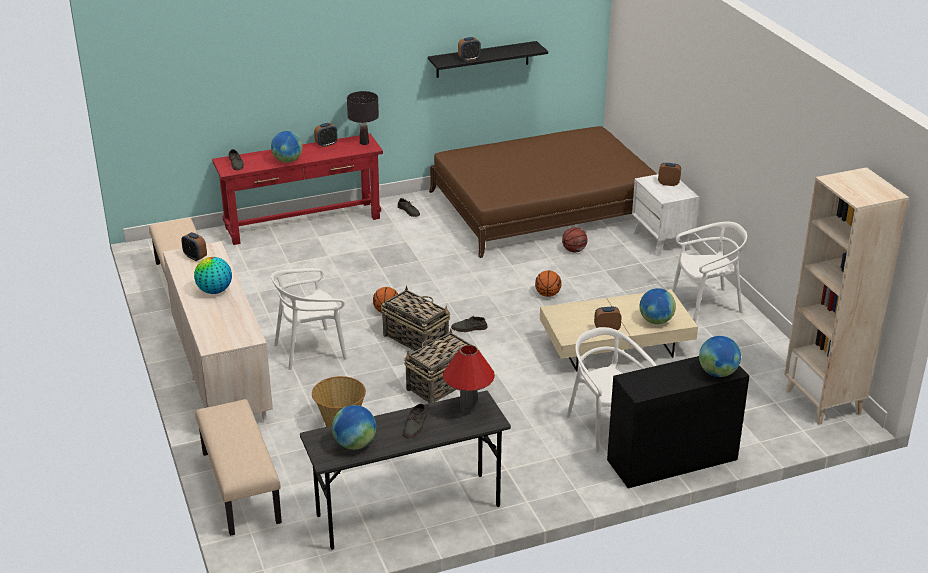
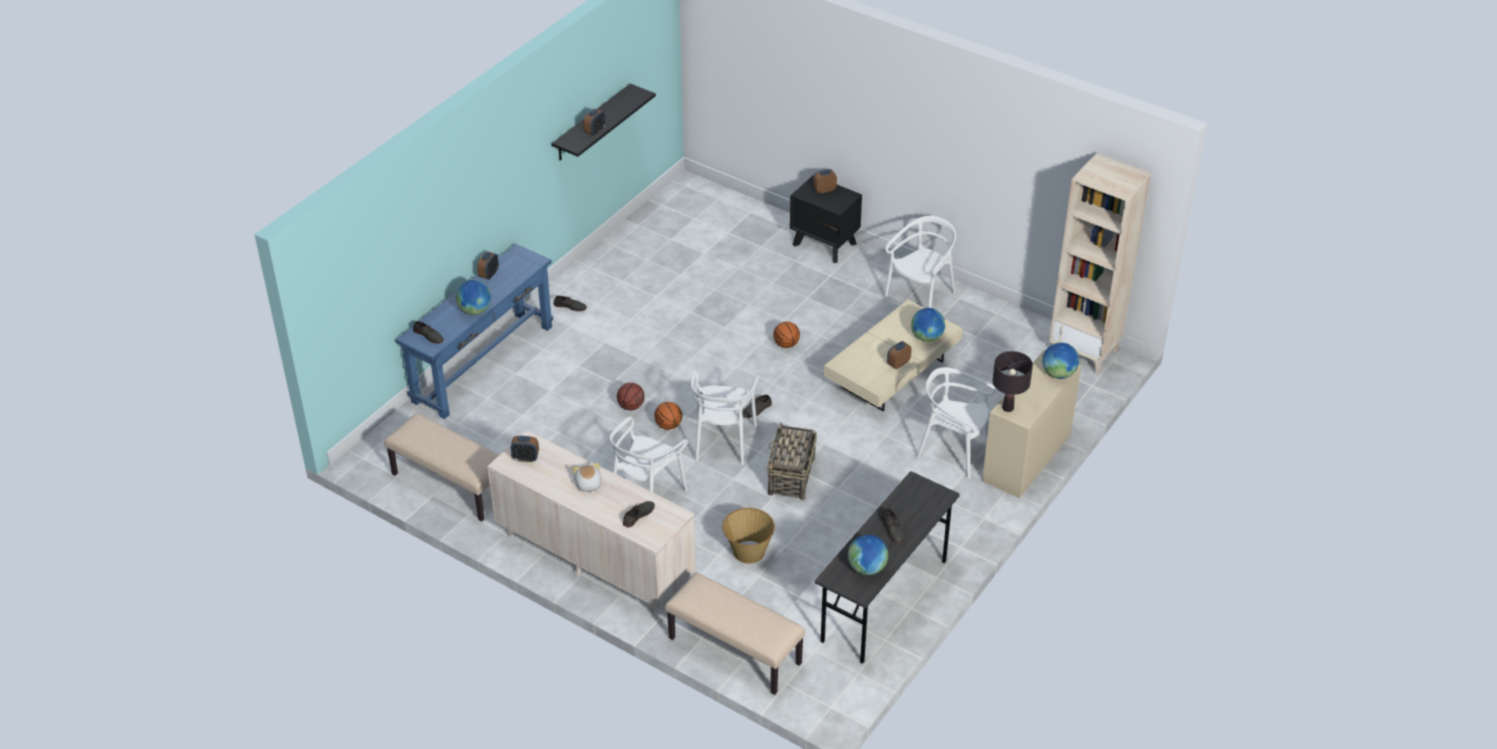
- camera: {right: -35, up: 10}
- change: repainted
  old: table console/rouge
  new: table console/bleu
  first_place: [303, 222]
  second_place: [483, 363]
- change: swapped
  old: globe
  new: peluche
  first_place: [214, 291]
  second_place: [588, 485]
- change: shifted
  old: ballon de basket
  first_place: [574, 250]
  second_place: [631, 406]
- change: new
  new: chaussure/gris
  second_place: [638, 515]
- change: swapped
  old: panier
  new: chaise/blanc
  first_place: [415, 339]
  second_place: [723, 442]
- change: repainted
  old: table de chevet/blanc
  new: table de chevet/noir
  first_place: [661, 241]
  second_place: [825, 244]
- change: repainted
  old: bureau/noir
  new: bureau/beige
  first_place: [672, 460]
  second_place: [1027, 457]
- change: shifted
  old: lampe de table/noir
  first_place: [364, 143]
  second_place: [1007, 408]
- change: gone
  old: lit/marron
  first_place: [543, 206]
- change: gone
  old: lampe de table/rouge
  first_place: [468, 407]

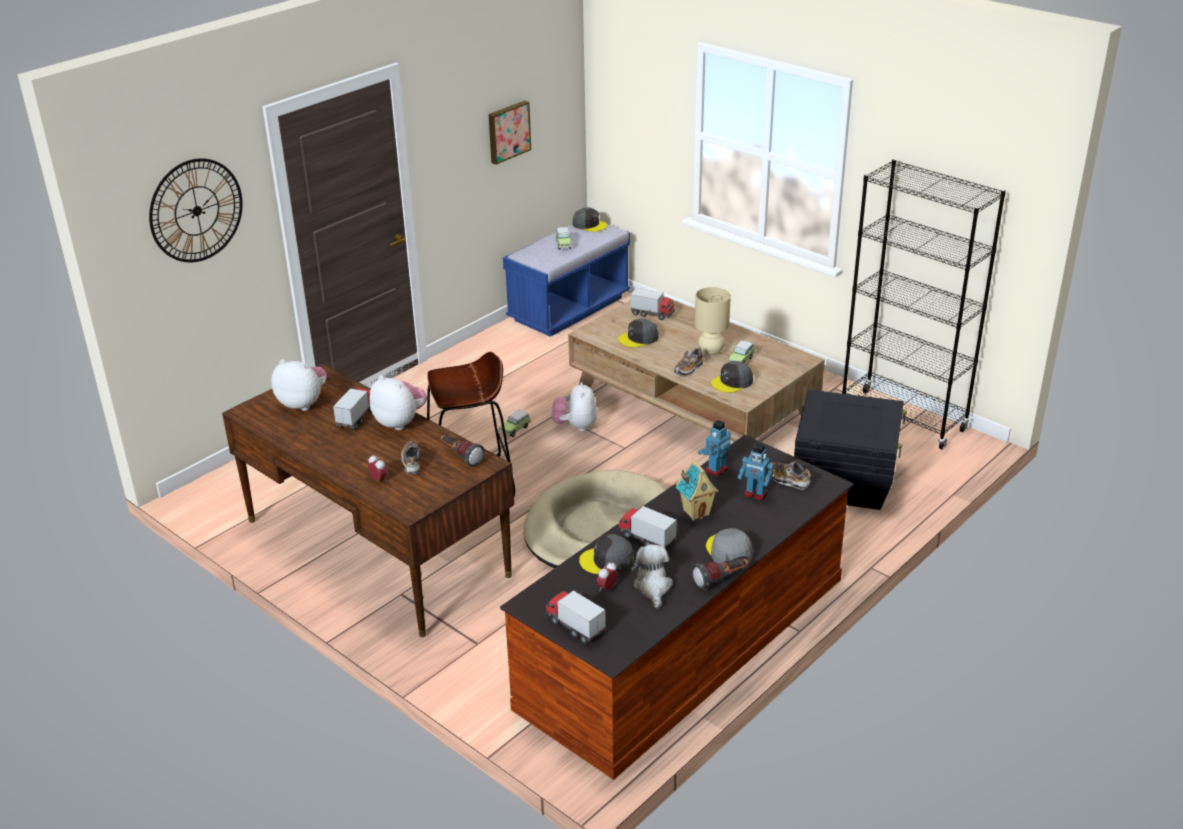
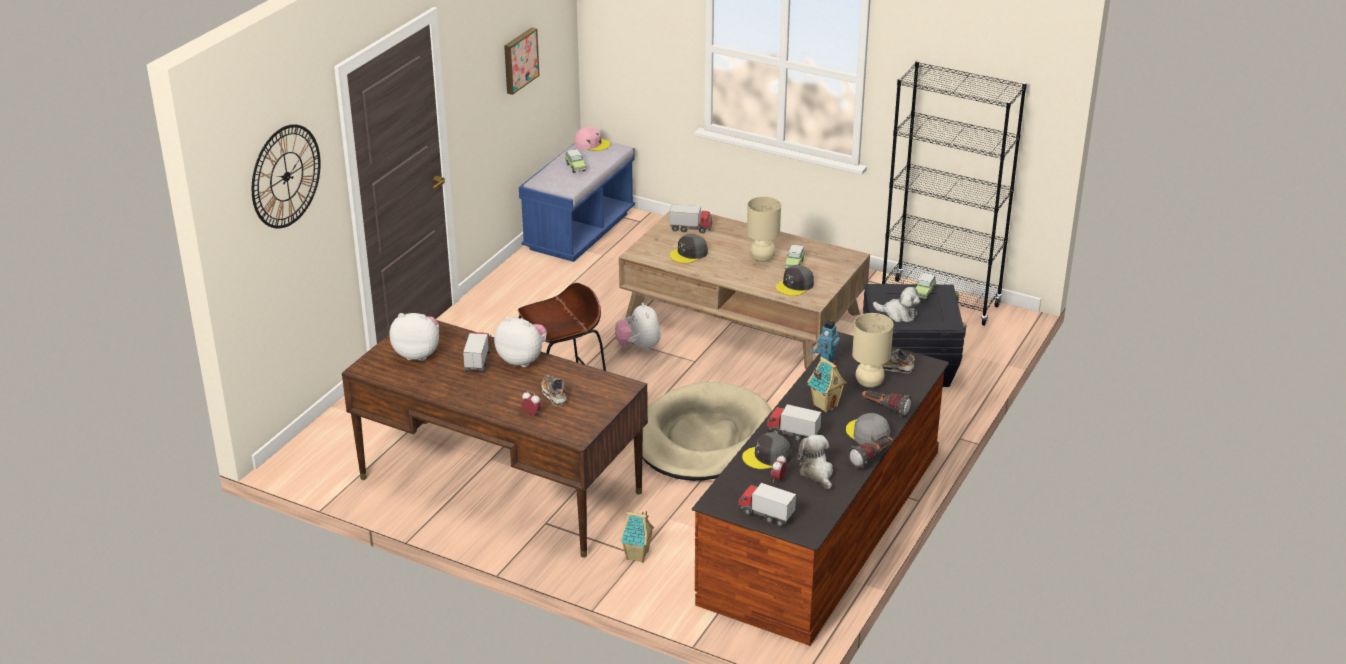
- camera: {right: -15, up: 0}
- change: repainted
  old: casquette/gris
  new: casquette/rose
  first_place: [589, 225]
  second_place: [592, 144]
- change: new
  new: maison miniature
  second_place: [638, 556]
- change: swapped
  old: robot jouet
  new: lampe de table/beige
  first_place: [755, 494]
  second_place: [869, 382]
- change: shifted
  old: lampe de poche
  first_place: [460, 457]
  second_place: [885, 409]
- change: new
  new: peluche
  second_place: [898, 314]
- change: shifted
  old: petite voiture
  first_place: [515, 429]
  second_place: [924, 292]
- change: gone
  old: chaussure
  first_place: [688, 369]

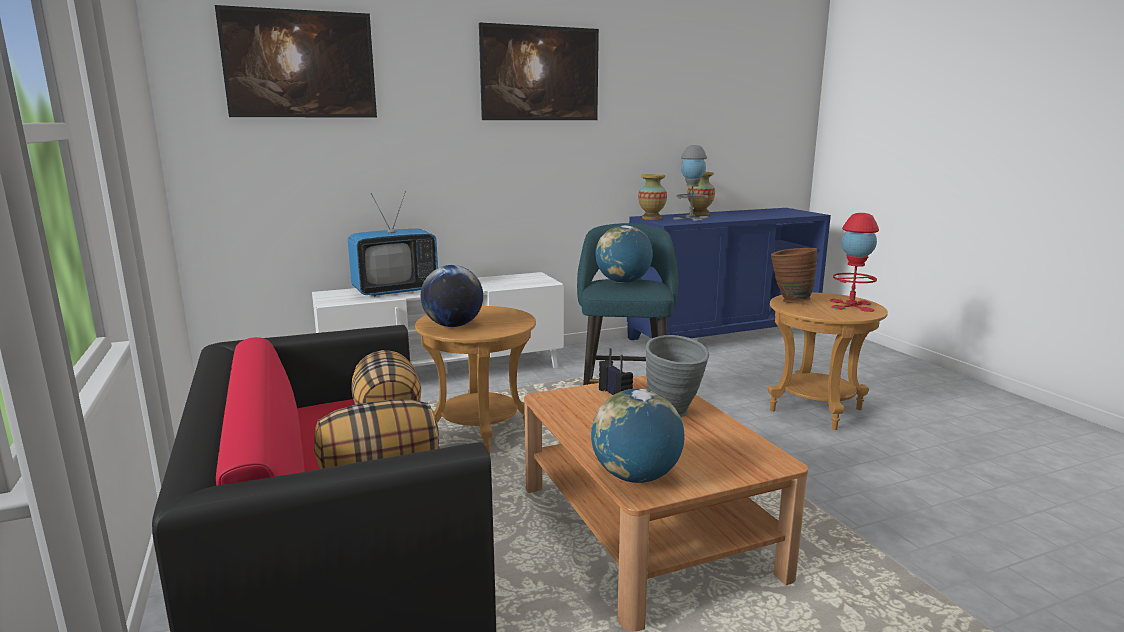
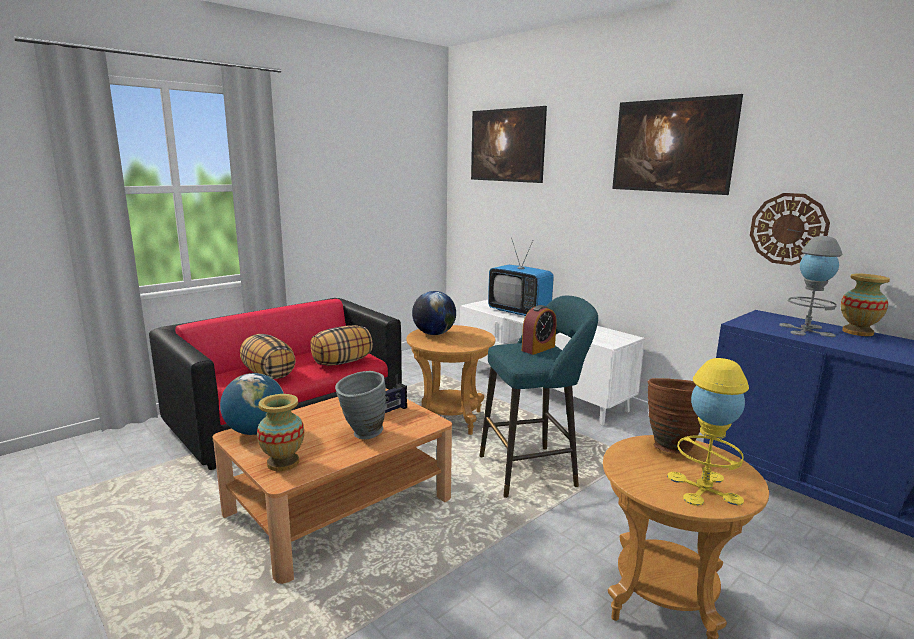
- camera: {right: 70, up: 0}
- change: shifted
  old: vase
  first_place: [651, 218]
  second_place: [283, 463]
- change: swapped
  old: globe
  new: réveil
  first_place: [623, 282]
  second_place: [538, 348]
- change: repainted
  old: lampe de table/rouge
  new: lampe de table/jaune
  first_place: [851, 305]
  second_place: [704, 488]
- change: new
  new: horloge murale
  second_place: [788, 229]

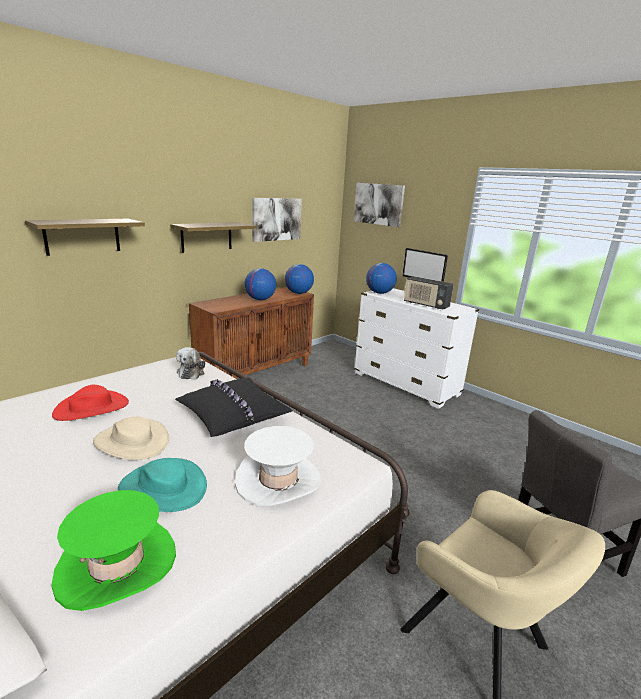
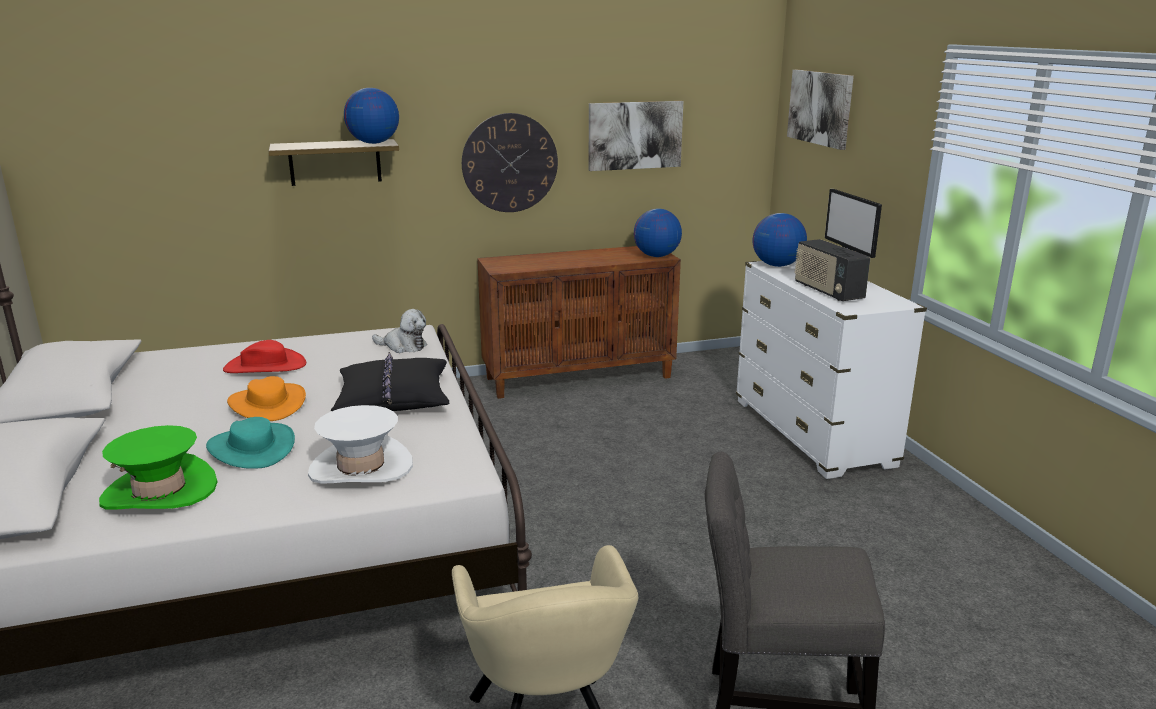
- camera: {right: 30, up: 0}
- change: repainted
  old: chapeau/beige
  new: chapeau/orange
  first_place: [132, 442]
  second_place: [268, 404]
- change: shifted
  old: globe
  first_place: [260, 299]
  second_place: [373, 143]
- change: rotated
  old: peluche
  first_place: [191, 372]
  second_place: [403, 346]
  degrees: -105
- change: swapped
  old: étagère
  new: horloge murale
  first_place: [206, 237]
  second_place: [510, 163]

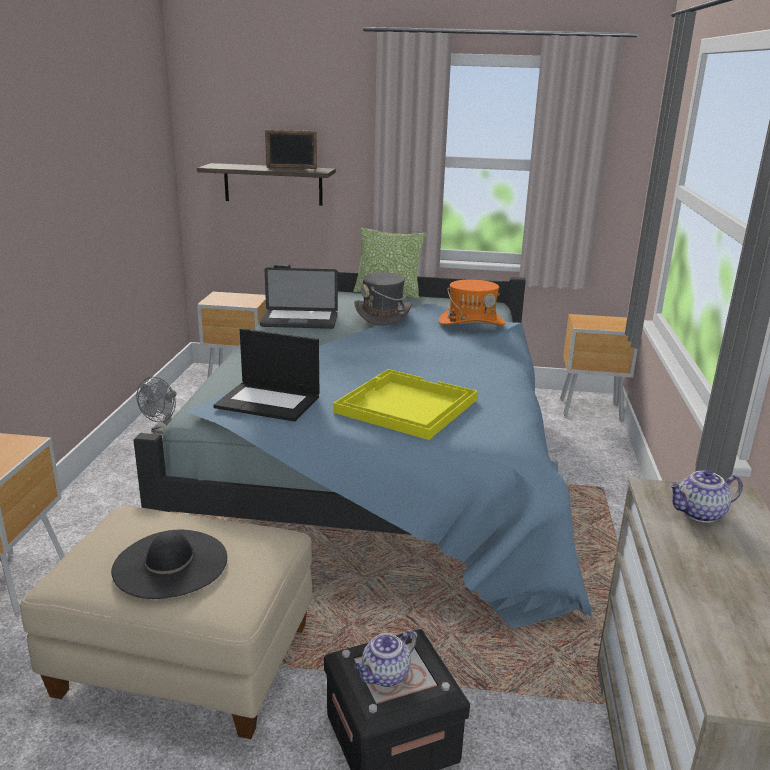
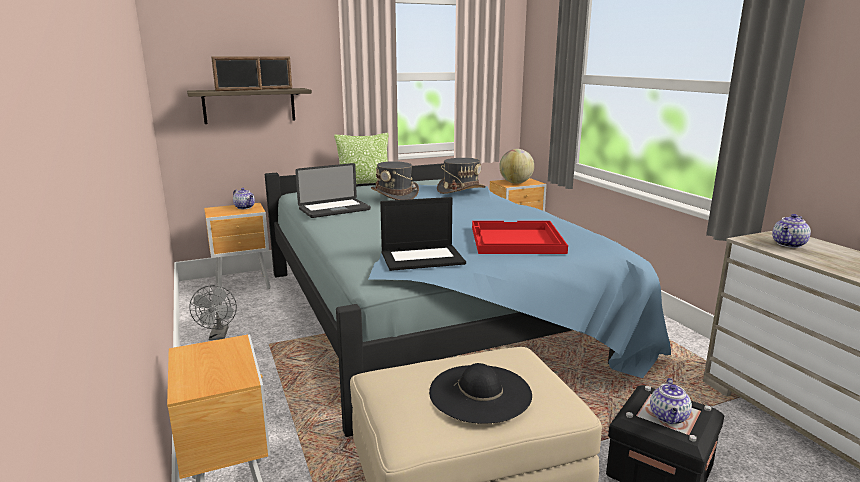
- camera: {right: -30, up: -5}
- change: new
  new: cadre photo
  second_place: [239, 90]
- change: new
  new: théière
  second_place: [245, 207]
- change: repainted
  old: chapeau/orange
  new: chapeau/gris
  first_place: [471, 322]
  second_place: [461, 190]
- change: repainted
  old: plateau/jaune
  new: plateau/rouge
  first_place: [405, 406]
  second_place: [515, 240]
- change: new
  new: globe
  second_place: [515, 183]

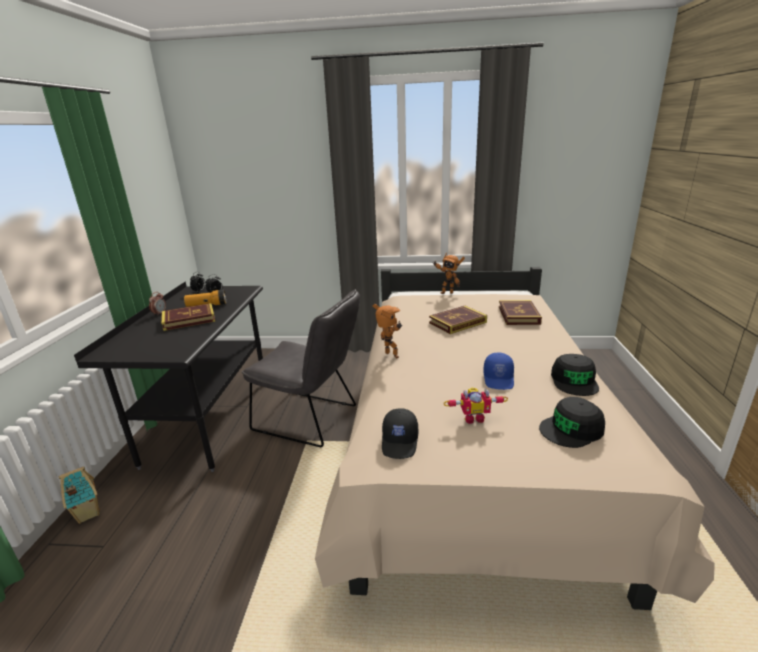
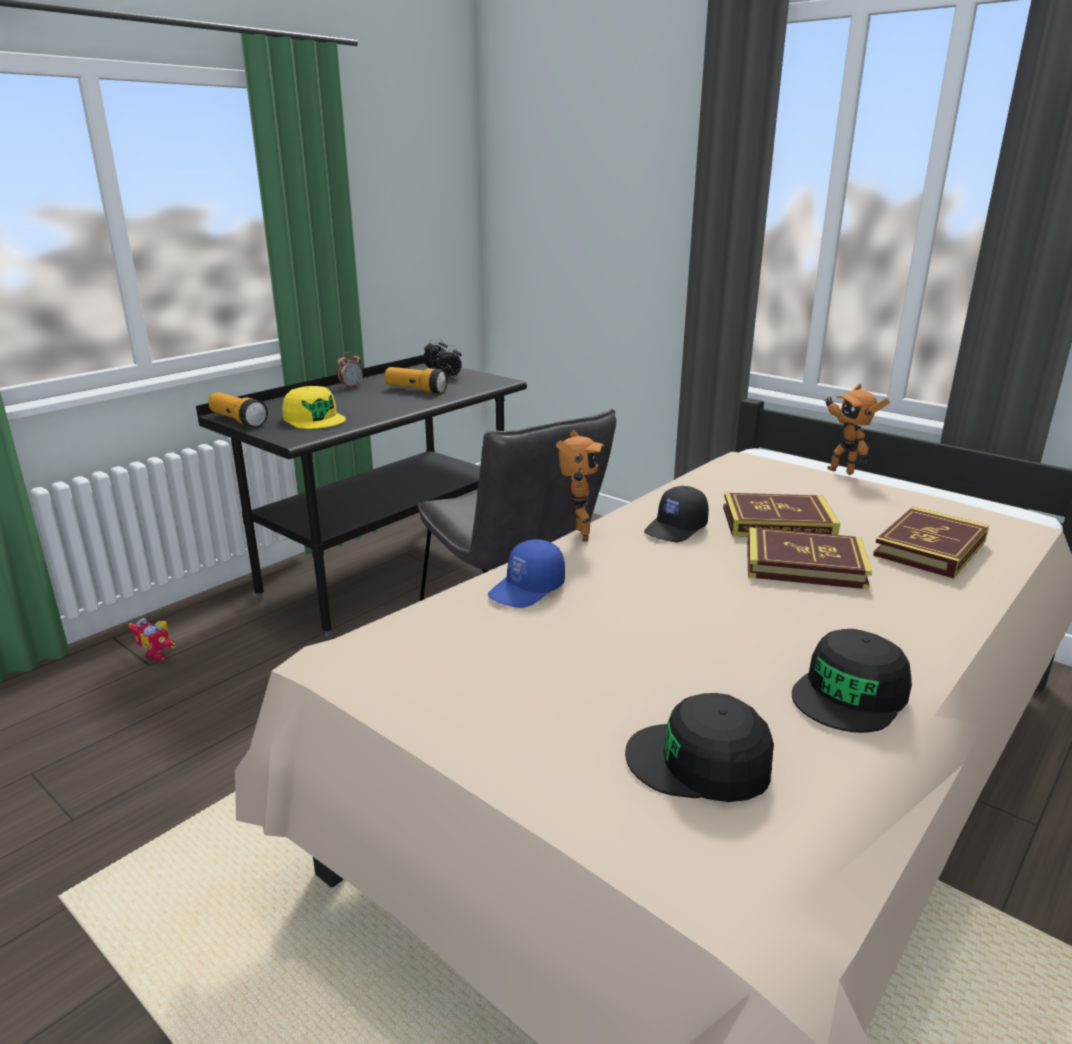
- camera: {right: 35, up: 0}
- change: shifted
  old: robot jouet
  first_place: [473, 417]
  second_place: [159, 655]
- change: new
  new: lampe de poche
  second_place: [238, 421]
- change: new
  new: casquette/jaune
  second_place: [314, 419]
- change: shifted
  old: casquette/bleu
  first_place: [499, 379]
  second_place: [527, 590]
- change: shifted
  old: casquette/noir
  first_place: [400, 442]
  second_place: [676, 529]
- change: shifted
  old: livre
  first_place: [189, 320]
  second_place: [804, 565]
- change: gone
  old: maison miniature
  first_place: [87, 514]

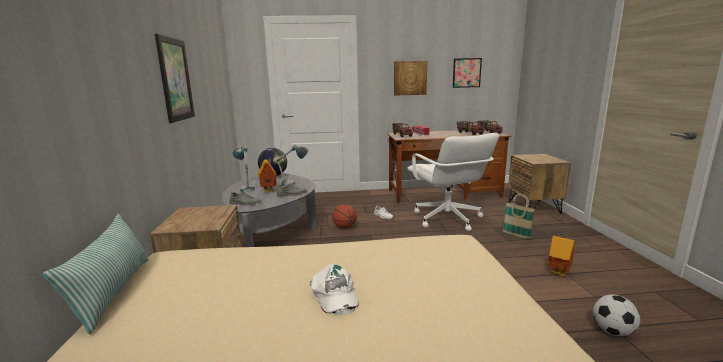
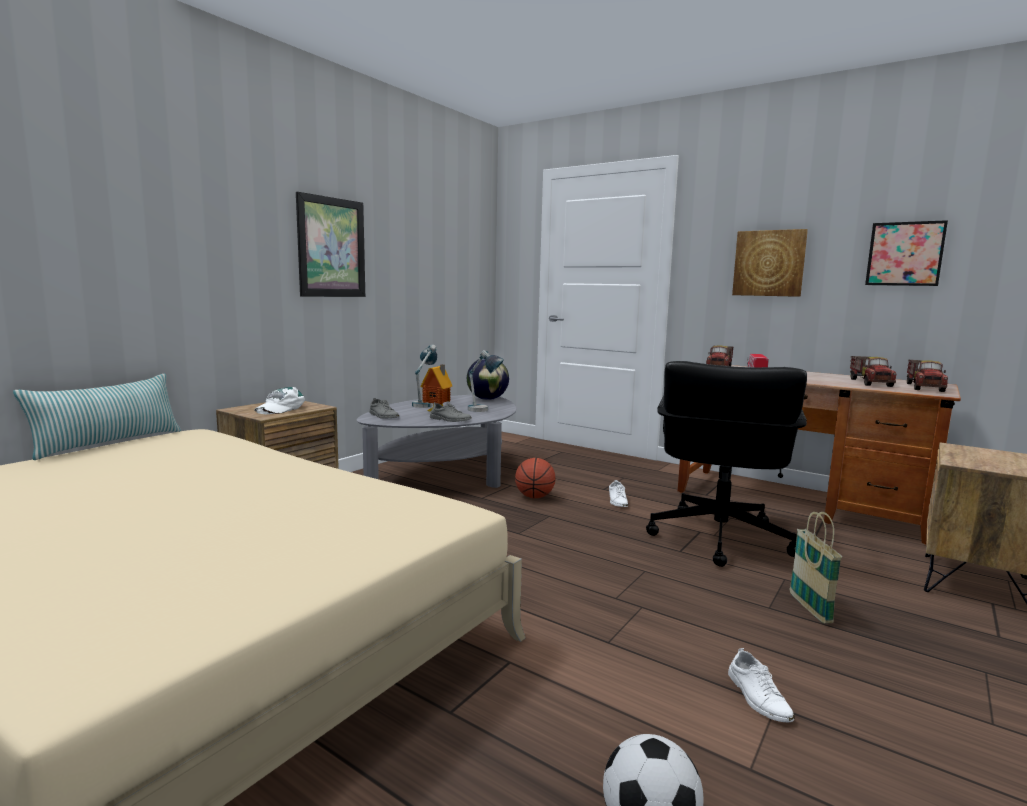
- camera: {right: 40, up: -5}
- change: shifted
  old: casquette/blanc
  first_place: [334, 295]
  second_place: [280, 408]
- change: repainted
  old: chaise de bureau/blanc
  new: chaise de bureau/noir
  first_place: [447, 219]
  second_place: [718, 538]
- change: swapped
  old: maison miniature
  new: chaussure/blanc
  first_place: [558, 273]
  second_place: [758, 697]

